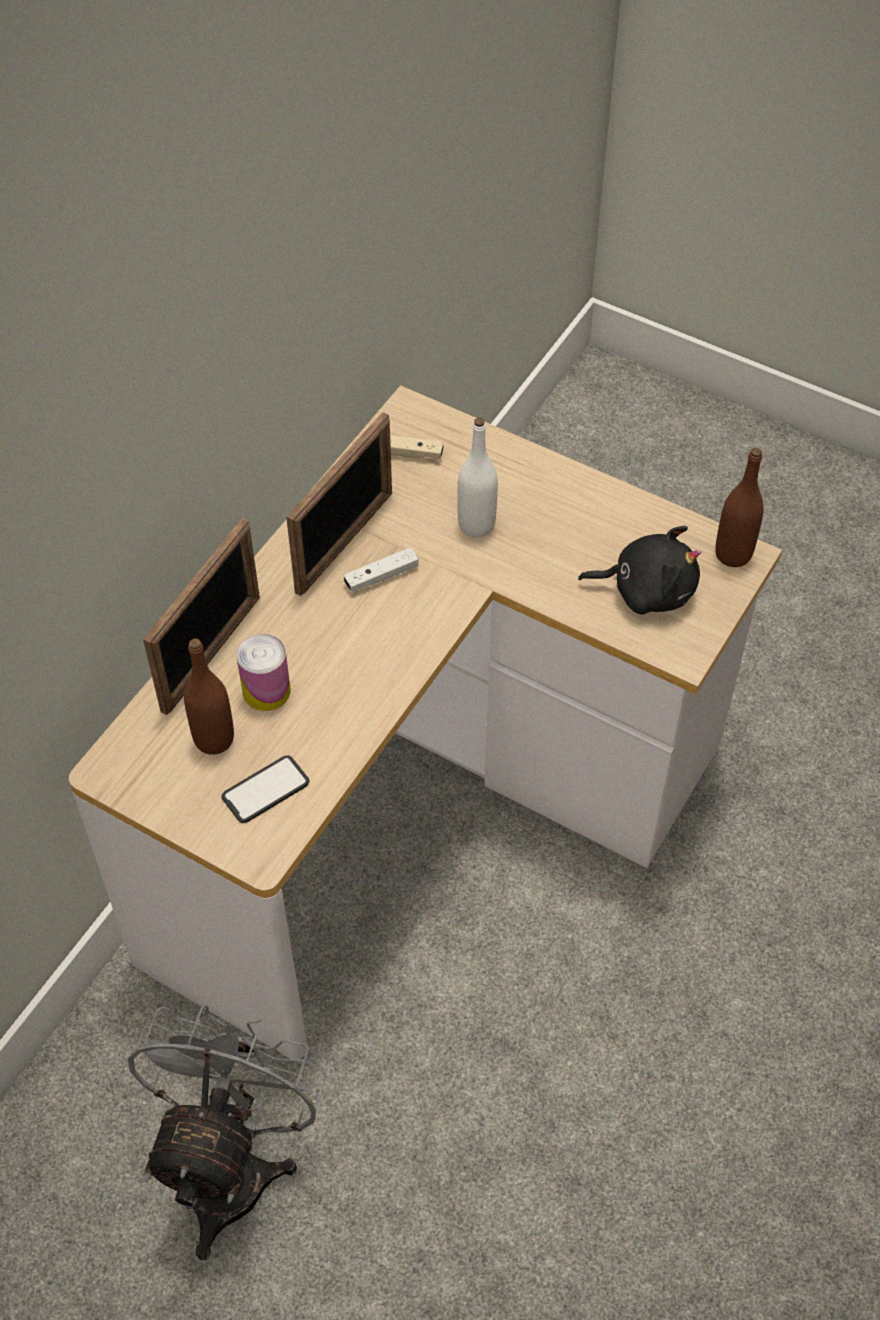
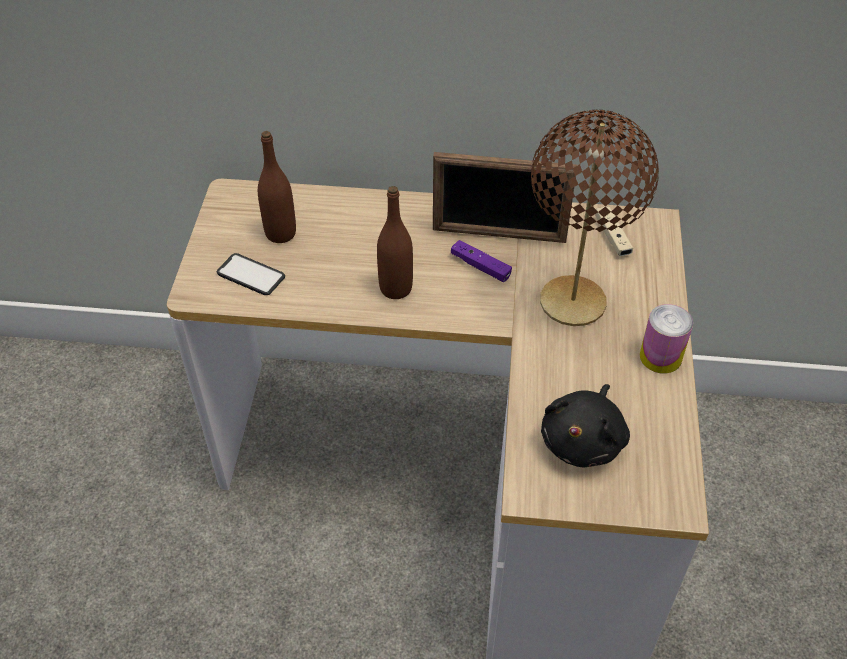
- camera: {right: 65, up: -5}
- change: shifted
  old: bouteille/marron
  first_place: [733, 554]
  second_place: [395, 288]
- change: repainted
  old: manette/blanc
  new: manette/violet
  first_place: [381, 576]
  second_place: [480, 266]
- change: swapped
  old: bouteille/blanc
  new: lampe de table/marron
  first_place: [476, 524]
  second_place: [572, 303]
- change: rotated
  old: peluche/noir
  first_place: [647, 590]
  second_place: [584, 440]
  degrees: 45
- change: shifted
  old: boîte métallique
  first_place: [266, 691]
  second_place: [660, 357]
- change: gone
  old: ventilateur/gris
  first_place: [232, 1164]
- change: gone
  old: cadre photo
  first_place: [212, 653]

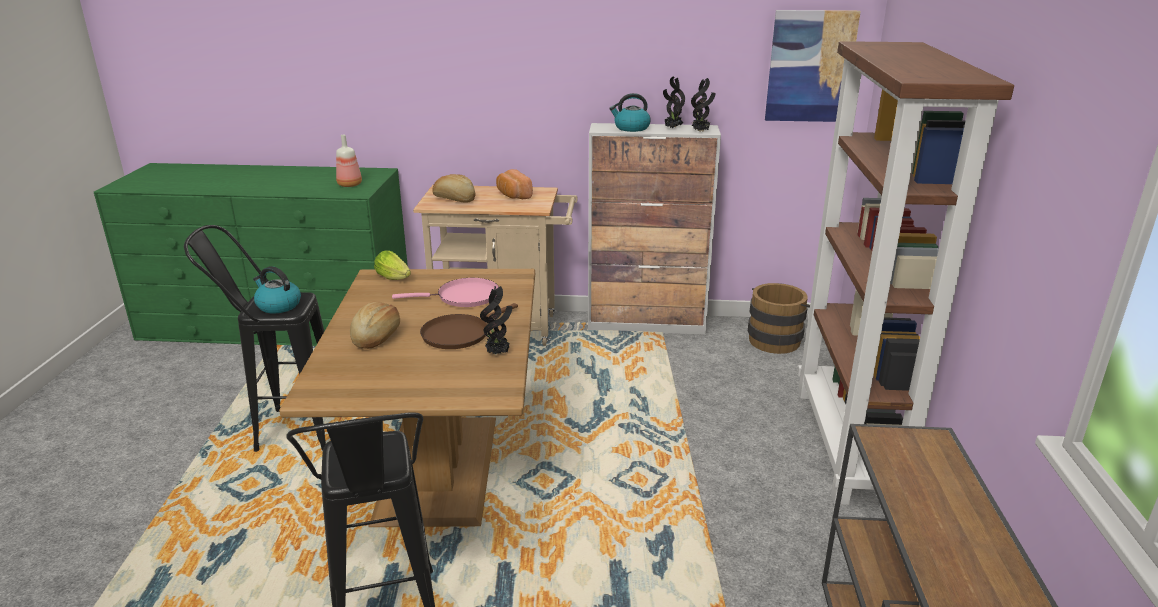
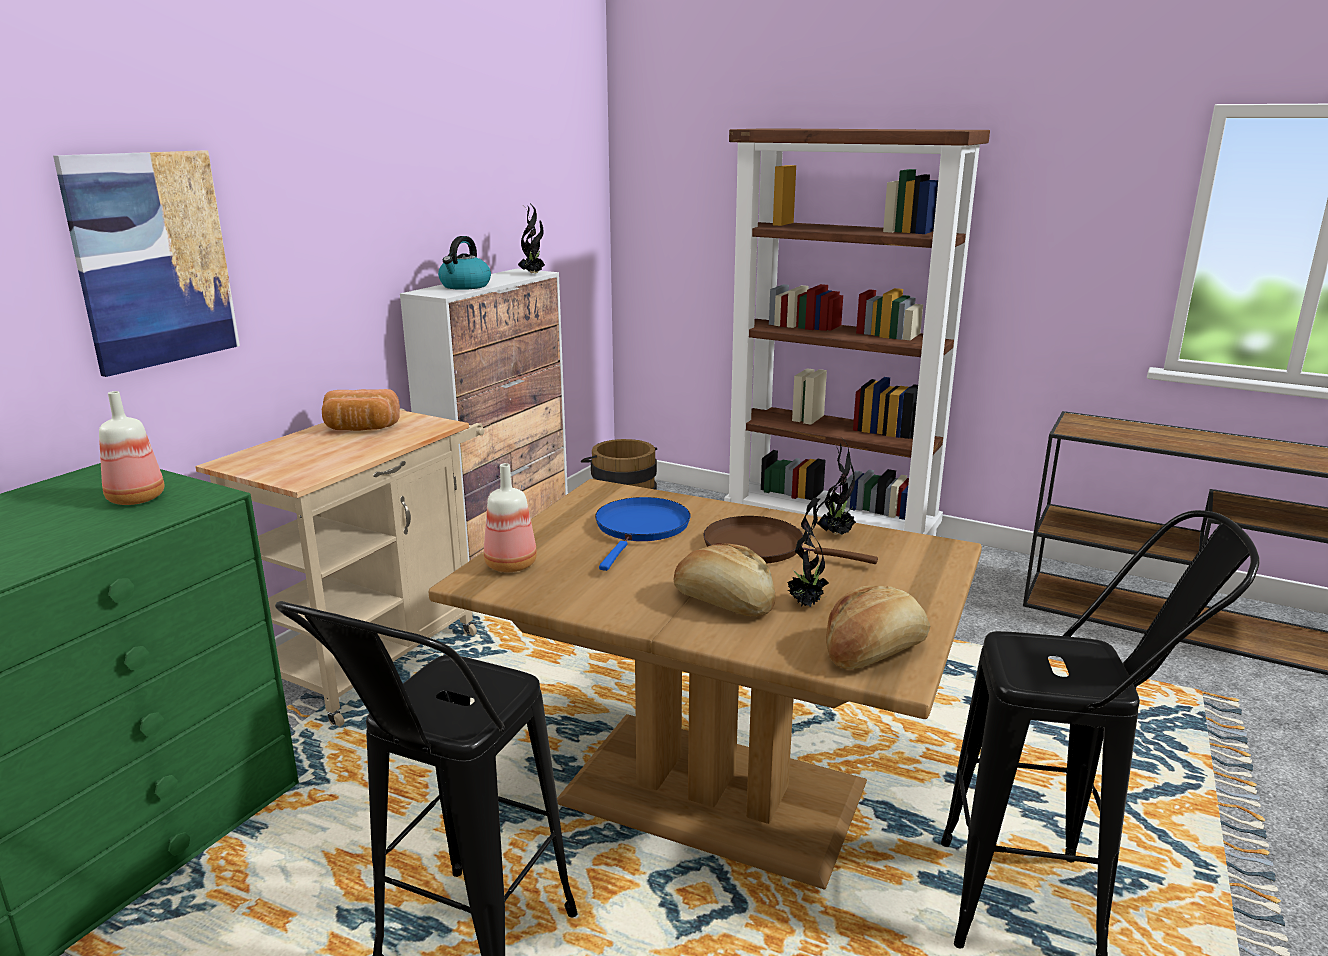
- camera: {right: -65, up: -5}
- change: shifted
  old: tableau
  first_place: [810, 66]
  second_place: [153, 260]
- change: swapped
  old: laitue
  new: bouteille
  first_place: [394, 278]
  second_place: [509, 565]
- change: repainted
  old: poêle/rose
  new: poêle/bleu
  first_place: [464, 297]
  second_place: [641, 529]
- change: rotated
  old: poêle/marron
  first_place: [459, 334]
  second_place: [761, 548]
  degrees: 135
- change: shifted
  old: plante en pot
  first_place: [672, 128]
  second_place: [806, 604]
- change: shifted
  old: pain
  first_place: [454, 199]
  second_place: [875, 651]
- change: gone
  old: bouilloire
  first_place: [278, 305]

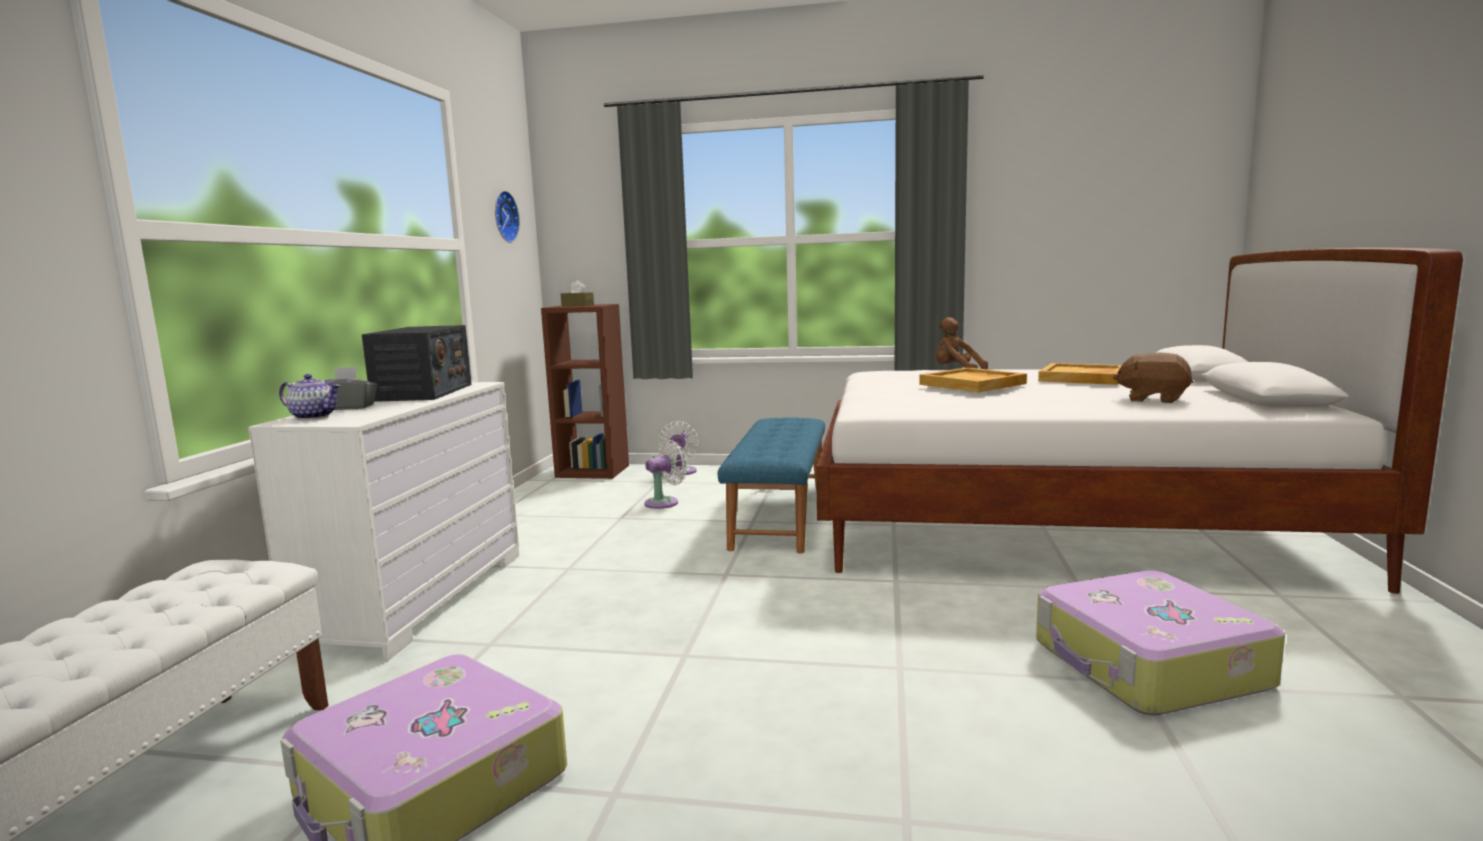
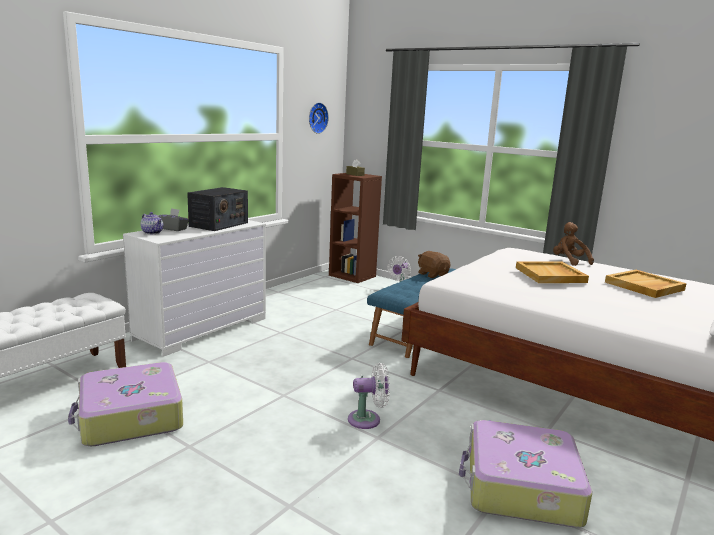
- camera: {right: 25, up: 5}
- change: shifted
  old: ventilateur/blanc
  first_place: [665, 502]
  second_place: [368, 420]
- change: shifted
  old: peluche/marron
  first_place: [1153, 399]
  second_place: [432, 274]

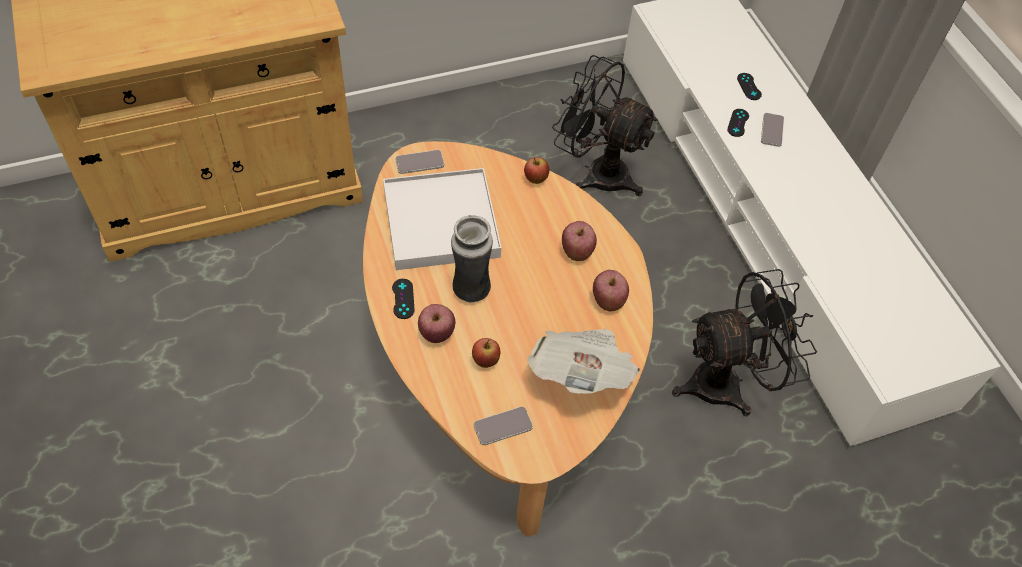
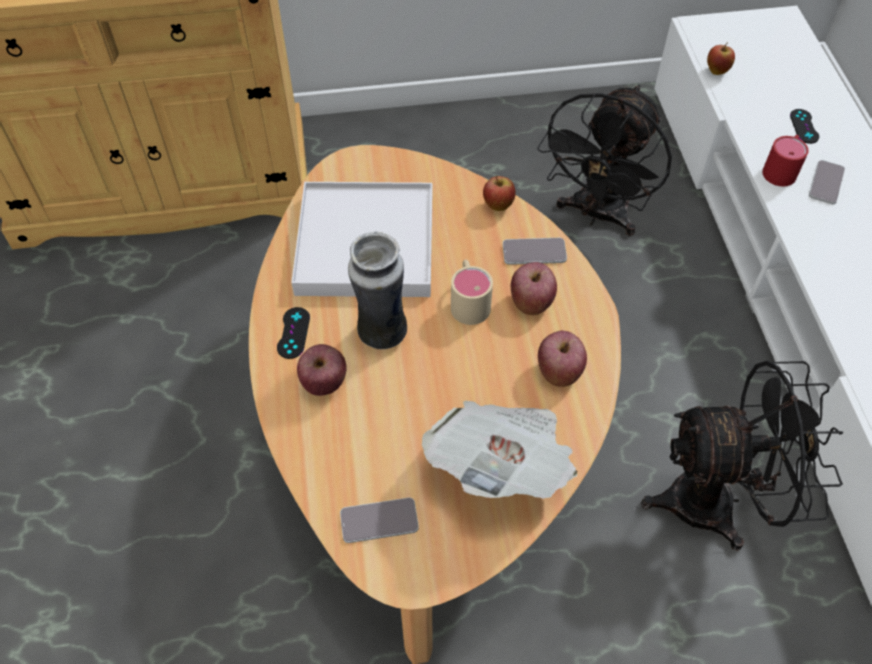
- camera: {right: 15, up: 0}
- change: new
  new: mug/beige
  second_place: [469, 300]
- change: shifted
  old: téléphone
  first_place: [419, 162]
  second_place: [534, 252]
- change: rotated
  old: ventilateur/noir
  first_place: [596, 172]
  second_place: [597, 215]
  degrees: -105
- change: shifted
  old: pomme
  first_place: [485, 361]
  second_place: [716, 71]
- change: swapped
  old: manette/noir
  new: mug/rouge
  first_place: [738, 123]
  second_place: [782, 169]

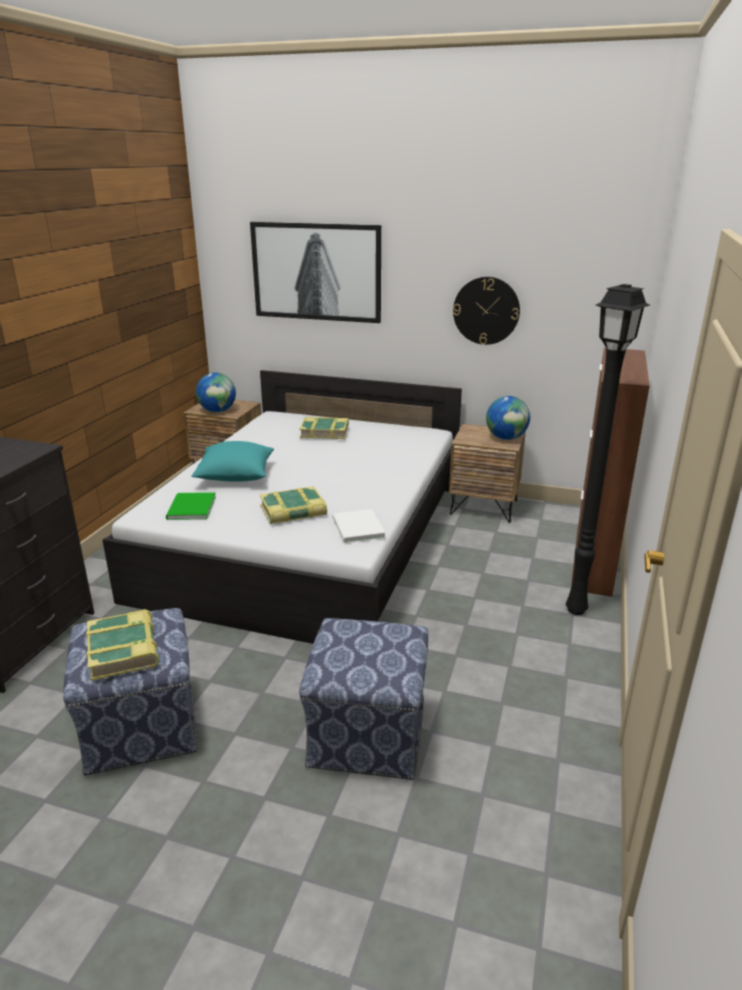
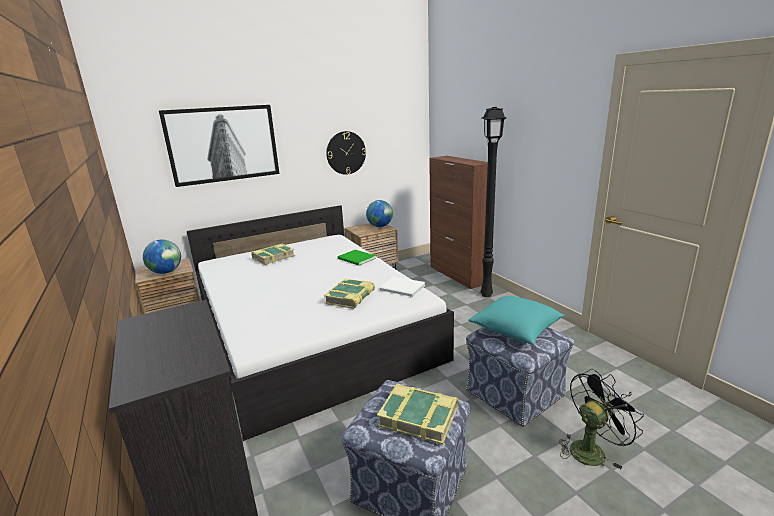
- camera: {right: -45, up: -5}
- change: shifted
  old: livre/vert
  first_place: [190, 508]
  second_place: [356, 259]
- change: shifted
  old: coussin/turquoise
  first_place: [235, 476]
  second_place: [516, 331]
- change: new
  new: ventilateur/noir
  second_place: [591, 449]

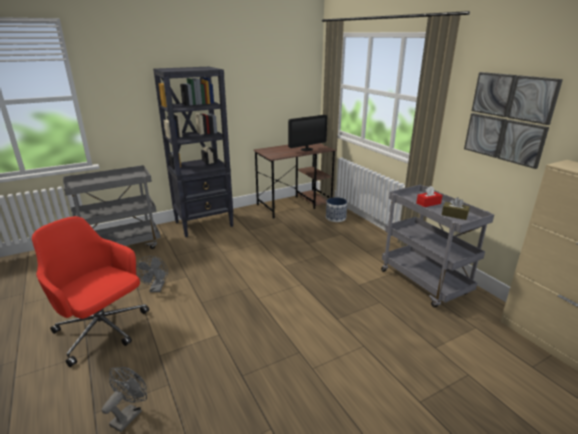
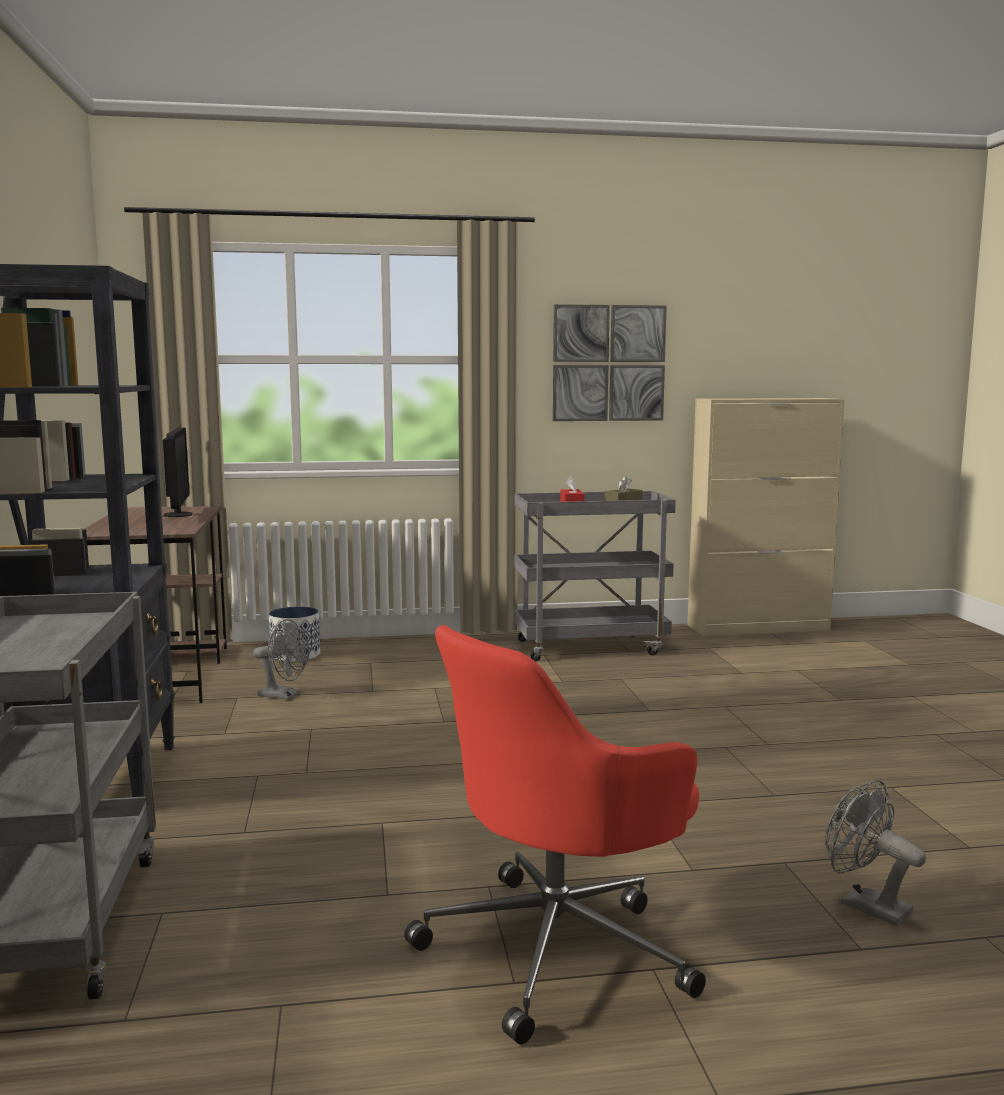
- camera: {right: -70, up: -15}
- change: shifted
  old: ventilateur/gris
  first_place: [156, 289]
  second_place: [284, 695]

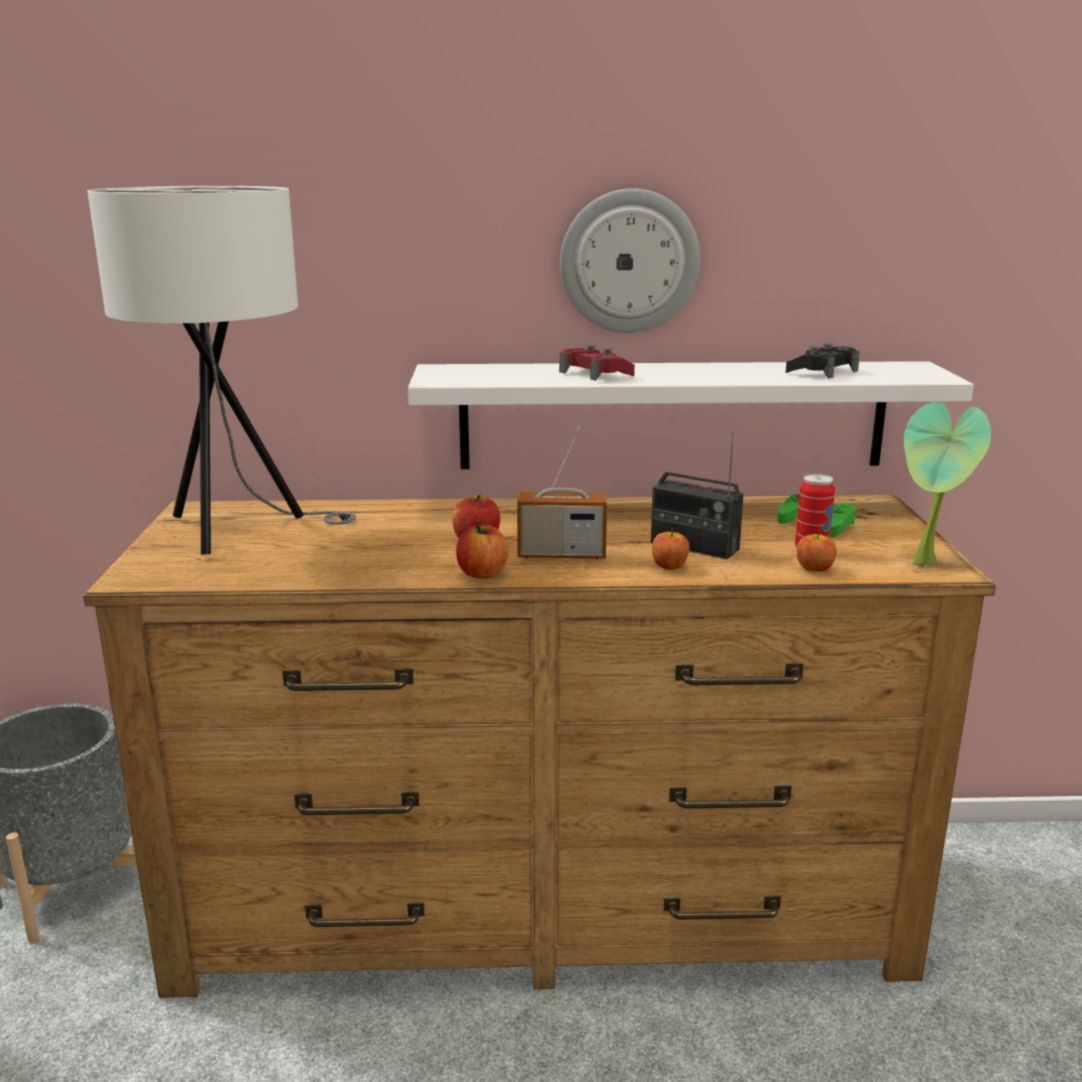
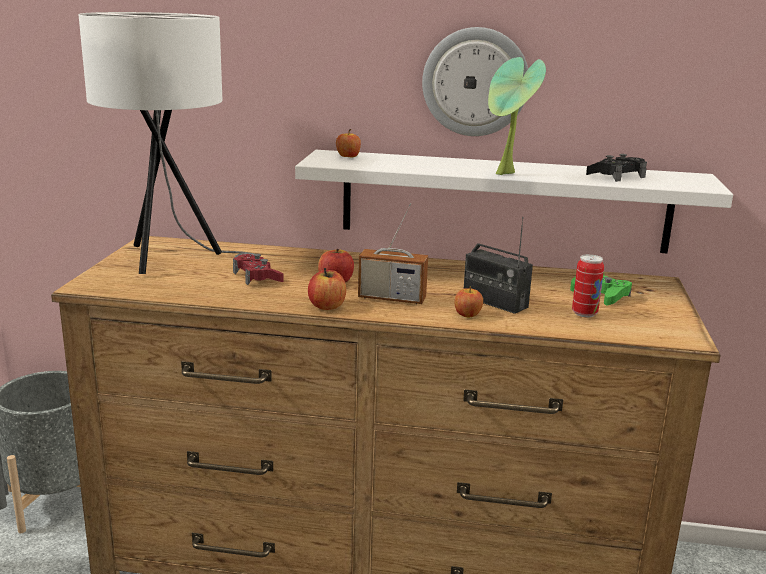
- camera: {right: 10, up: 0}
- change: shifted
  old: manette/rouge
  first_place: [595, 374]
  second_place: [257, 277]
- change: shifted
  old: pomme
  first_place: [814, 569]
  second_place: [348, 156]
- change: shifted
  old: plante en pot
  first_place: [927, 564]
  second_place: [506, 174]

